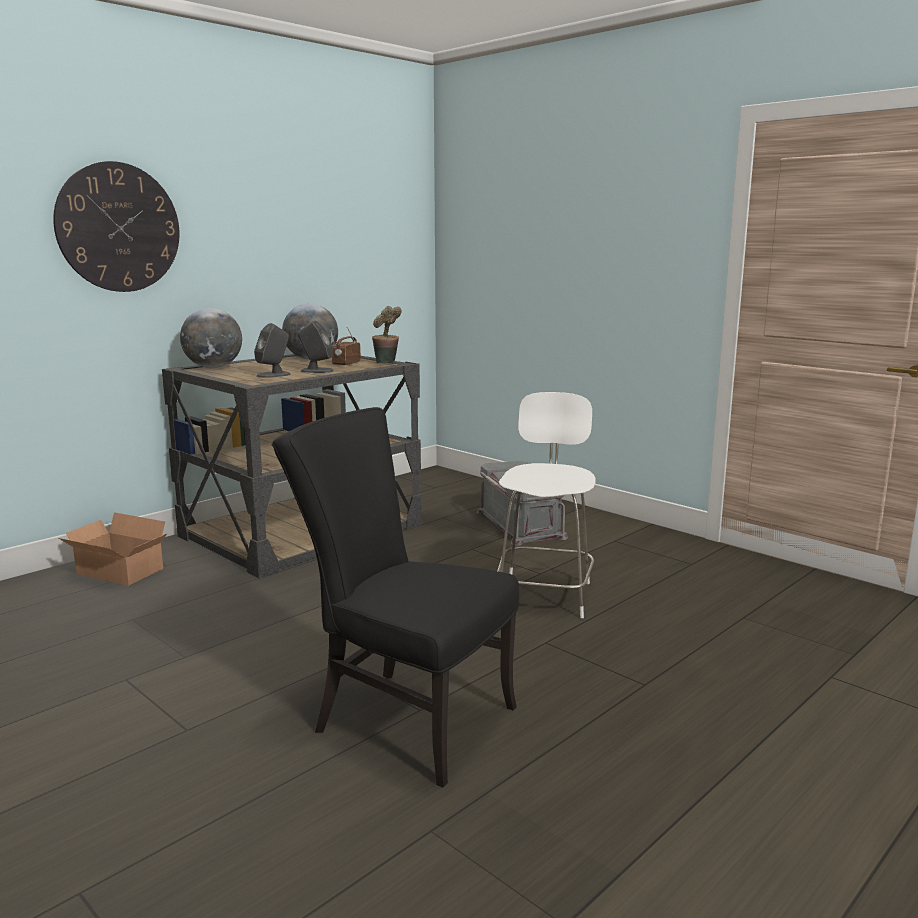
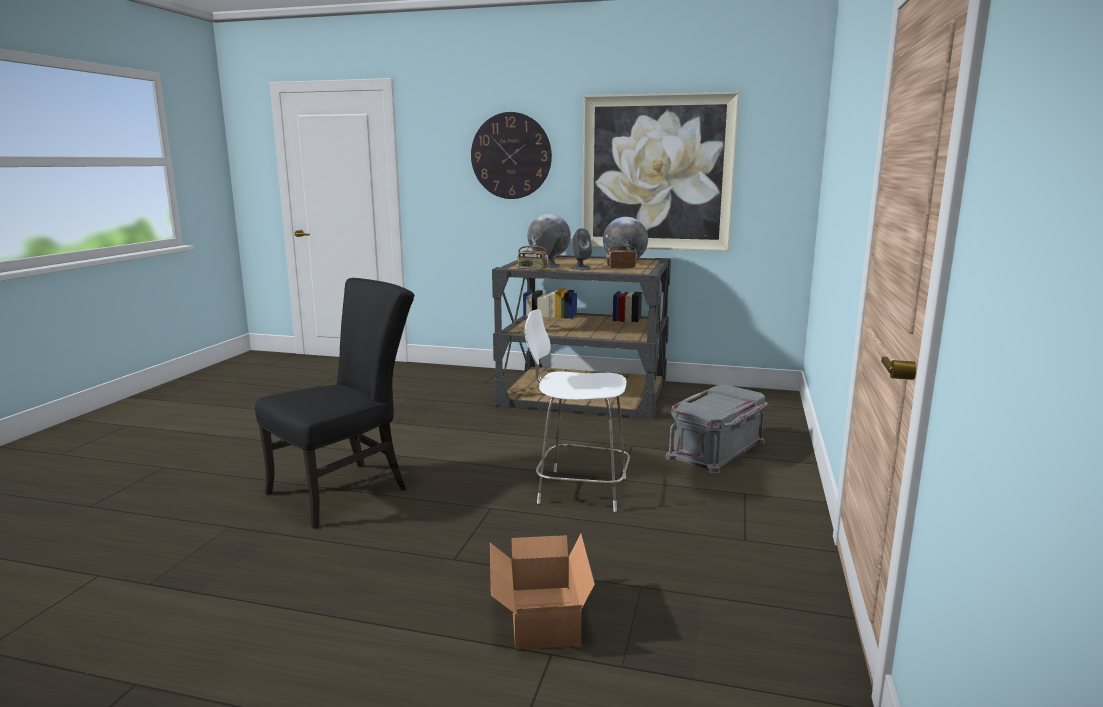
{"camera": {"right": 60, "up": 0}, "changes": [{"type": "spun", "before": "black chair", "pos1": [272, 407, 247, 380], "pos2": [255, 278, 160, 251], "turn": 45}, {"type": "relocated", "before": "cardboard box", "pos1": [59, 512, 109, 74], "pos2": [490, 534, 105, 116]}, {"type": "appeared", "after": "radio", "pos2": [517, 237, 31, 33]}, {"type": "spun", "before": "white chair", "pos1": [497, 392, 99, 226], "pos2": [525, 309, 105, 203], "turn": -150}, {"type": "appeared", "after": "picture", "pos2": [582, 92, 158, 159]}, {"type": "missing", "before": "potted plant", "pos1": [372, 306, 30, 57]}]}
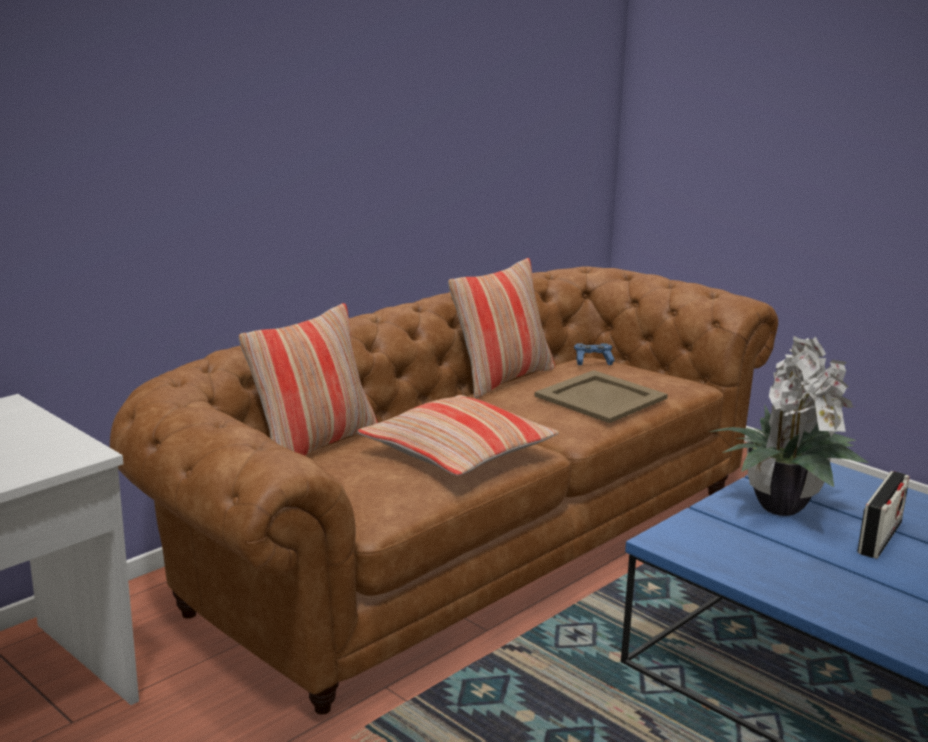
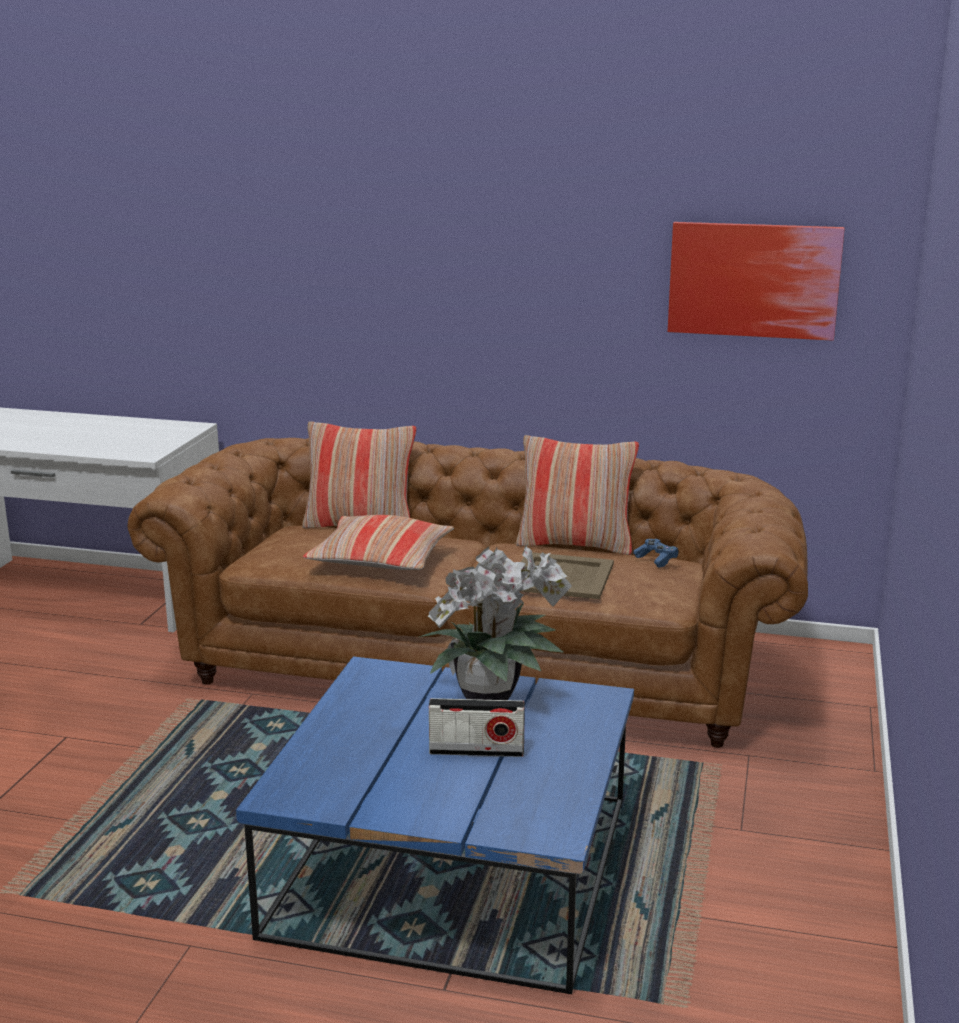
{"camera": {"right": 60, "up": 0}, "changes": [{"type": "appeared", "after": "picture", "pos2": [668, 222, 177, 119]}]}
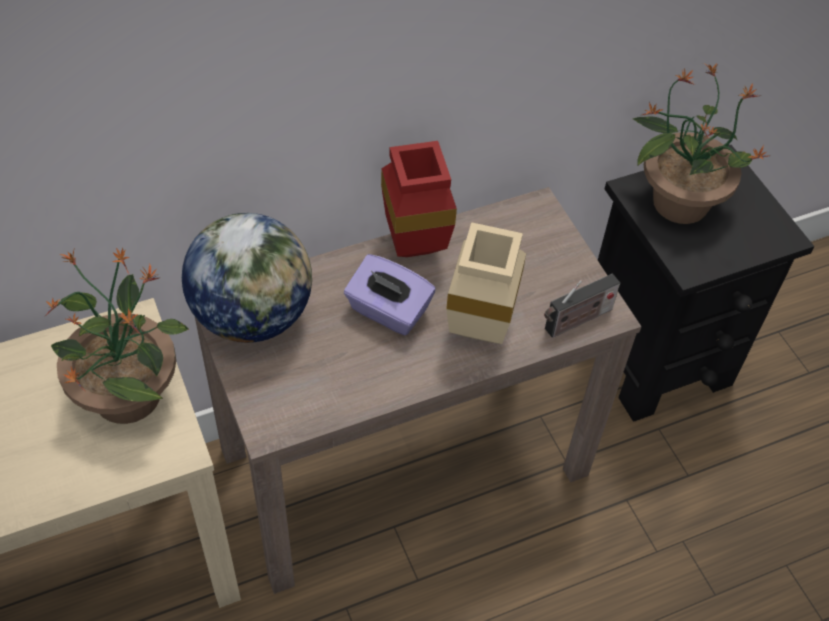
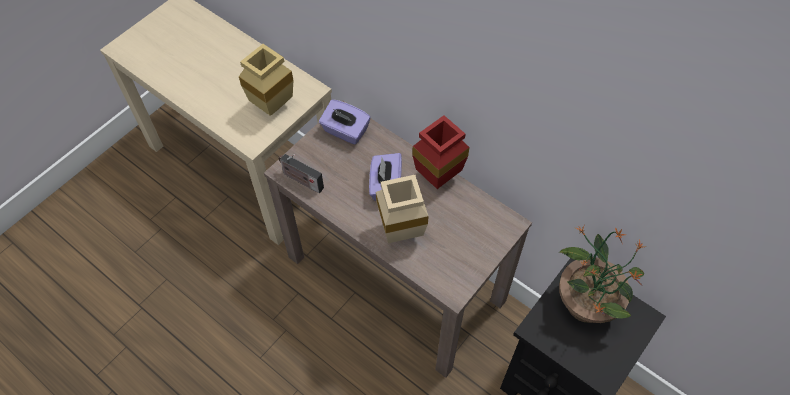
{"camera": {"right": 65, "up": 5}, "changes": [{"type": "exchanged", "before": "potted plant", "after": "beige vase", "pos1": [45, 248, 144, 176], "pos2": [239, 44, 54, 71]}, {"type": "relocated", "before": "radio", "pos1": [544, 274, 76, 64], "pos2": [278, 154, 46, 39]}, {"type": "exchanged", "before": "globe", "after": "purple tissue box", "pos1": [182, 213, 130, 130], "pos2": [319, 99, 52, 46]}]}
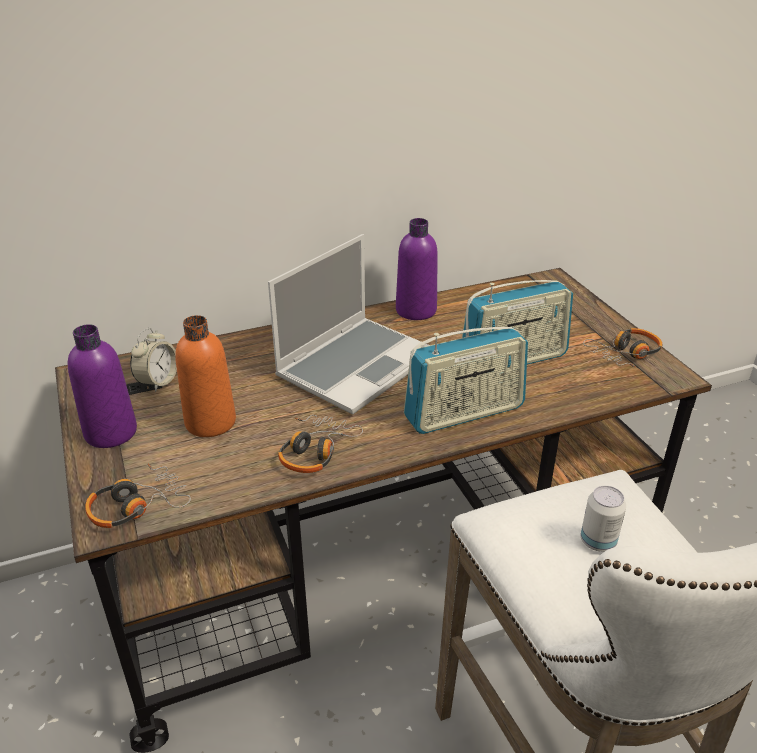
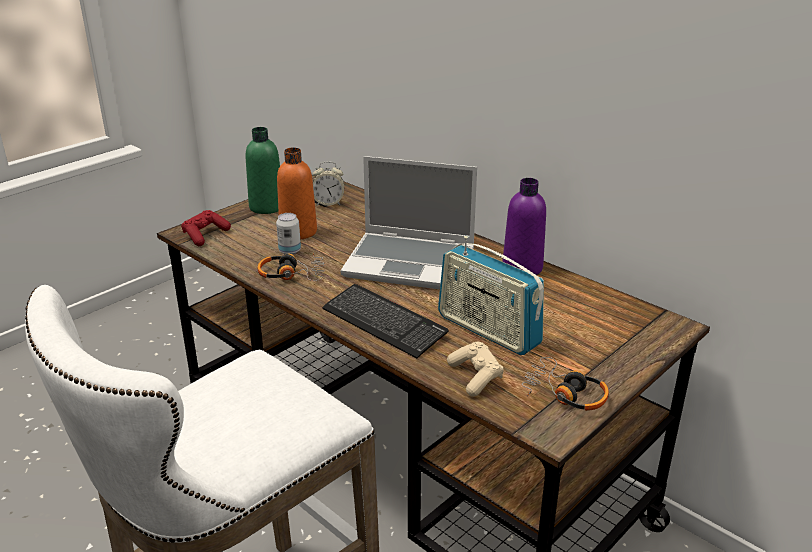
{"camera": {"right": 65, "up": -5}, "changes": [{"type": "exchanged", "before": "headphones", "after": "red game controller", "pos1": [85, 463, 106, 65], "pos2": [181, 210, 50, 36]}, {"type": "colour", "before": "purple bottle", "after": "green bottle", "pos1": [68, 324, 69, 124], "pos2": [246, 127, 34, 87]}, {"type": "relocated", "before": "can", "pos1": [581, 486, 45, 66], "pos2": [276, 213, 25, 42]}, {"type": "exchanged", "before": "radio", "after": "keyboard", "pos1": [404, 327, 124, 107], "pos2": [322, 284, 127, 74]}, {"type": "appeared", "after": "beige game controller", "pos2": [447, 342, 57, 55]}]}
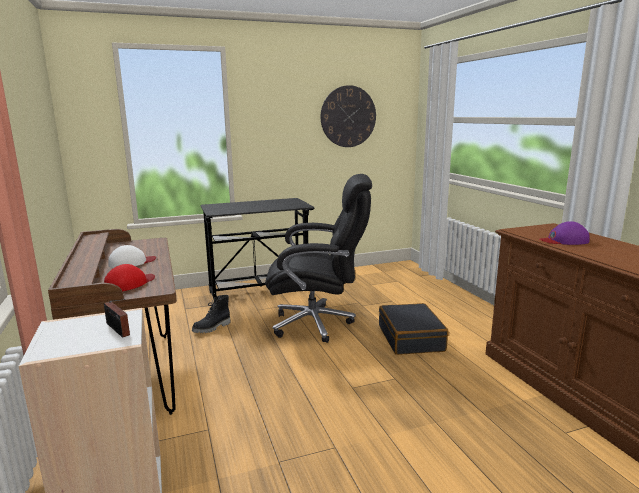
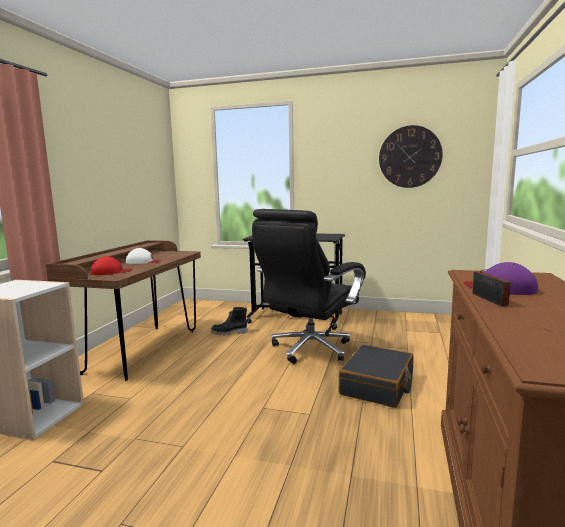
{"camera": {"right": 35, "up": -5}, "changes": [{"type": "spun", "before": "black office chair", "pos1": [265, 174, 107, 169], "pos2": [252, 209, 114, 155], "turn": 90}, {"type": "relocated", "before": "radio", "pos1": [104, 299, 26, 39], "pos2": [472, 264, 43, 42]}]}
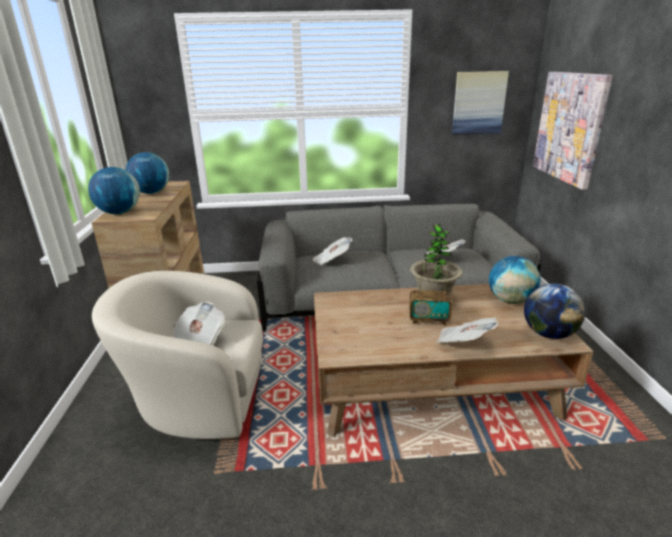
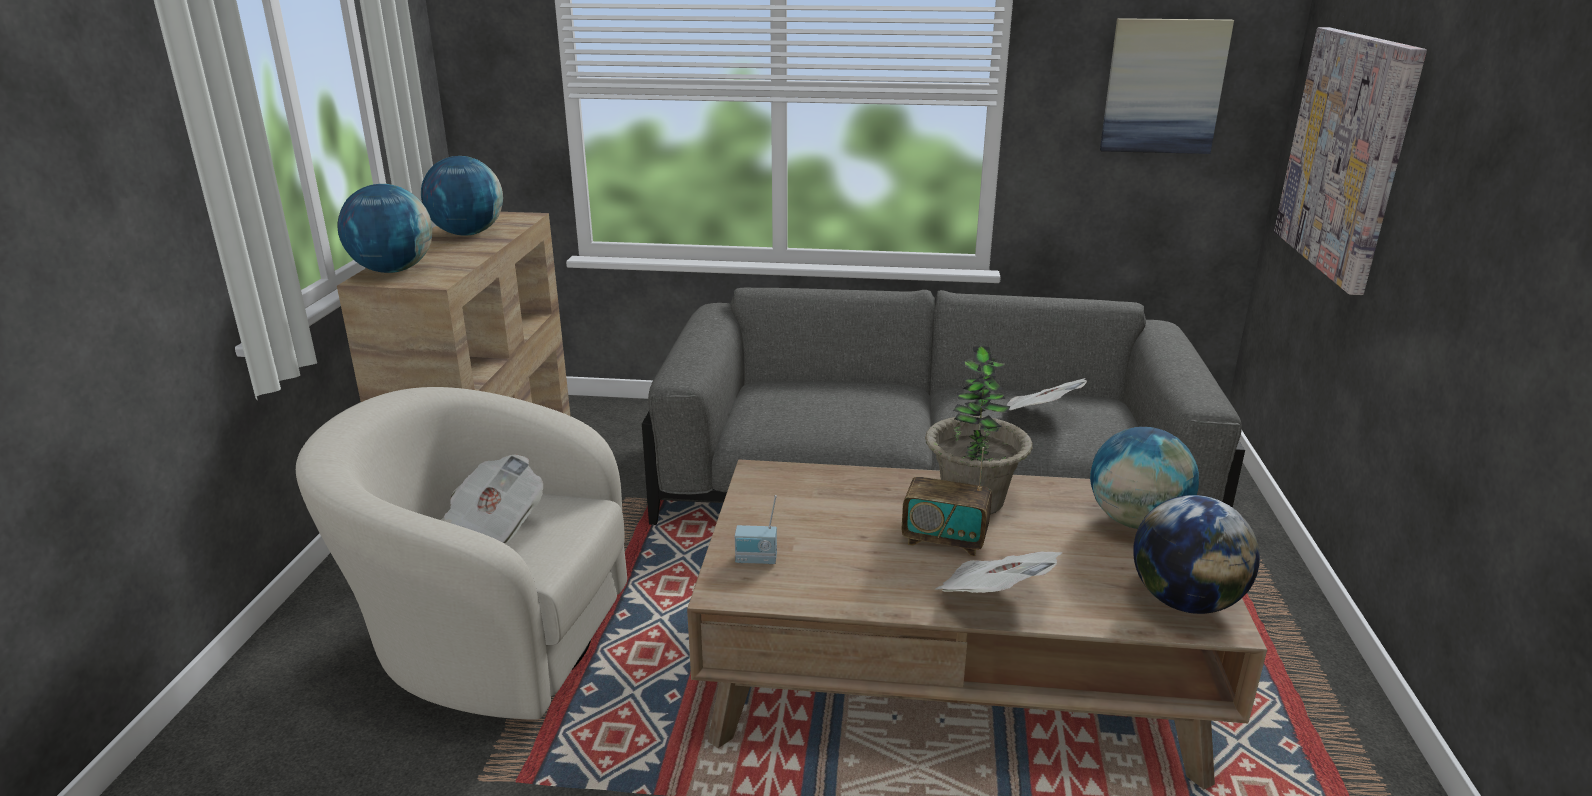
{"camera": {"right": 10, "up": 0}, "changes": [{"type": "appeared", "after": "radio", "pos2": [735, 495, 42, 69]}, {"type": "missing", "before": "newspaper", "pos1": [312, 237, 41, 28]}]}
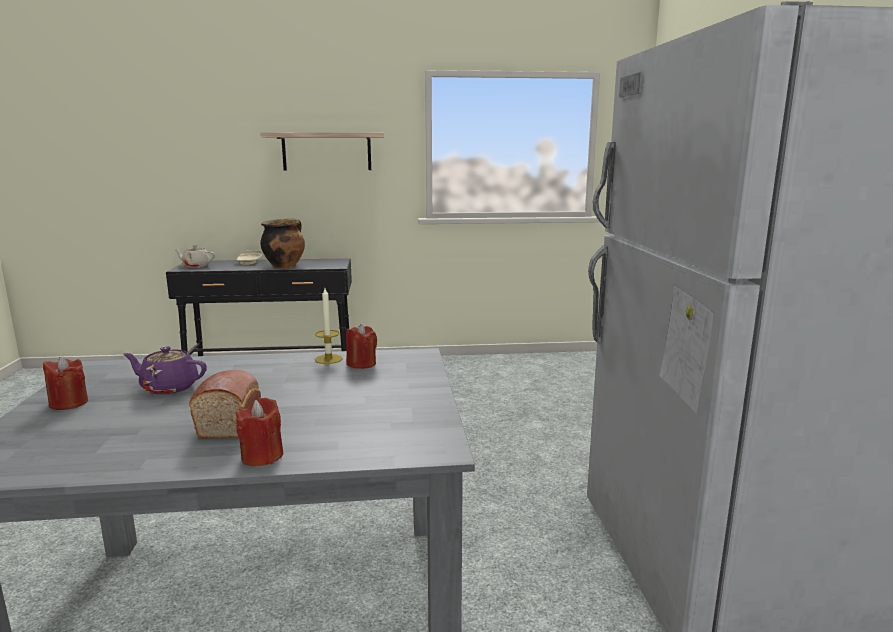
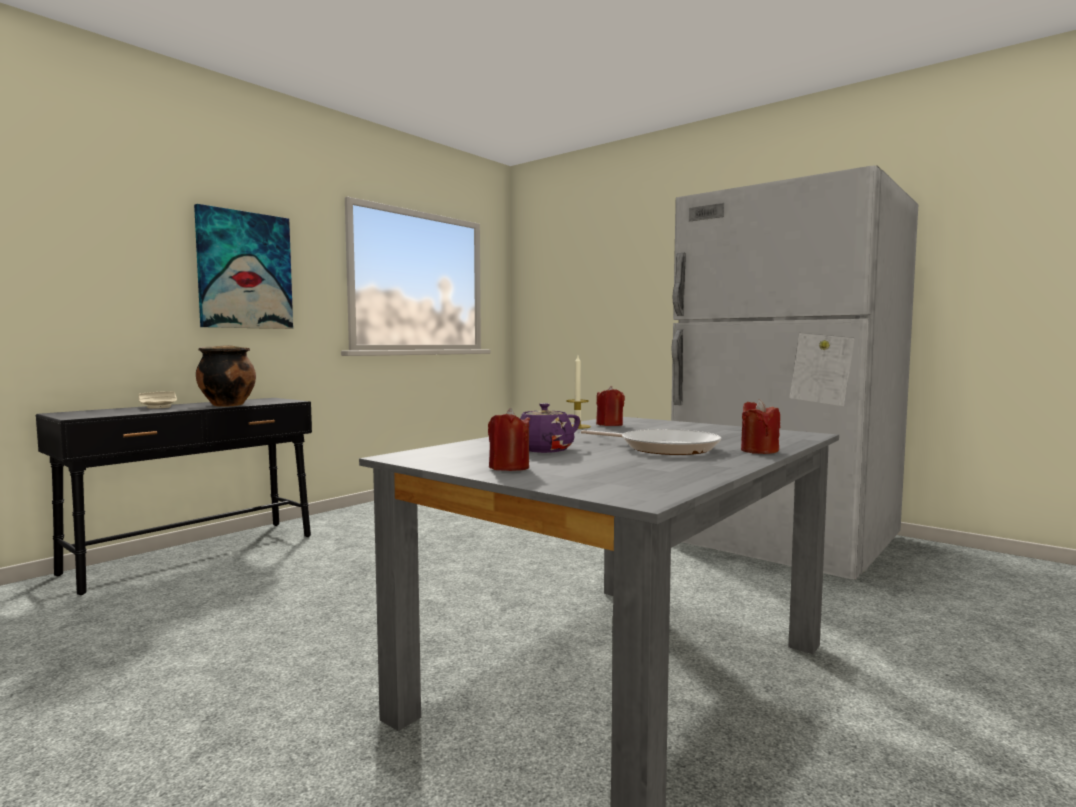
{"camera": {"right": -45, "up": -10}, "changes": [{"type": "exchanged", "before": "shelf", "after": "picture", "pos1": [260, 132, 124, 39], "pos2": [194, 204, 99, 125]}, {"type": "exchanged", "before": "bread", "after": "frying pan", "pos1": [189, 370, 72, 68], "pos2": [581, 429, 140, 26]}, {"type": "missing", "before": "beige teapot", "pos1": [174, 245, 41, 22]}]}
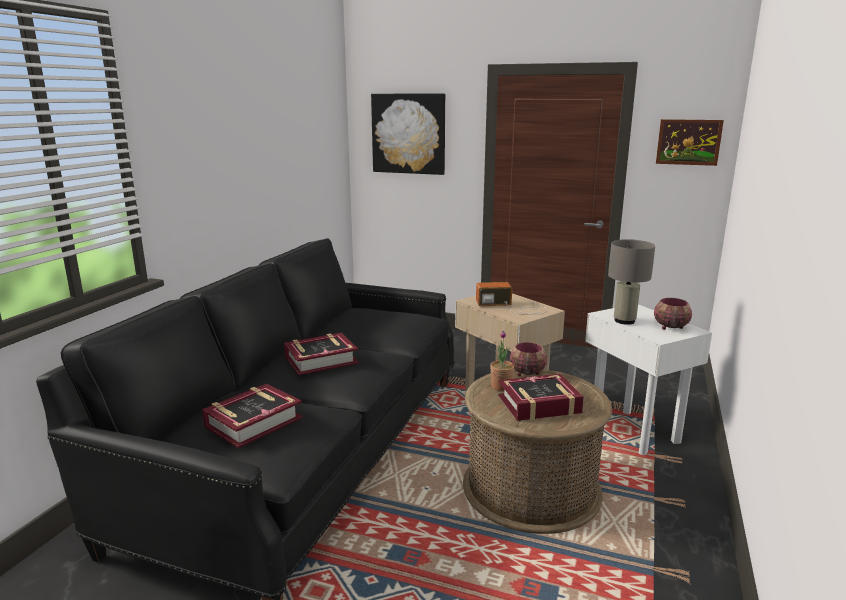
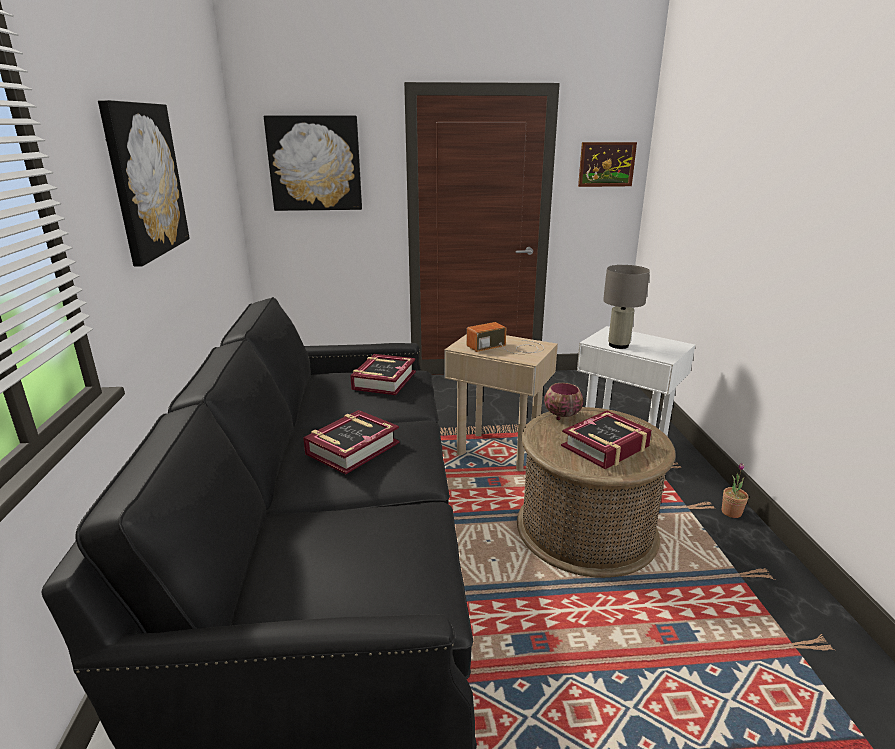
{"camera": {"right": -25, "up": 5}, "changes": [{"type": "appeared", "after": "picture", "pos2": [98, 100, 92, 167]}, {"type": "relocated", "before": "book", "pos1": [202, 383, 101, 65], "pos2": [350, 354, 66, 41]}, {"type": "relocated", "before": "potted plant", "pos1": [490, 331, 24, 60], "pos2": [722, 463, 26, 55]}, {"type": "missing", "before": "bowl", "pos1": [654, 298, 38, 32]}]}
